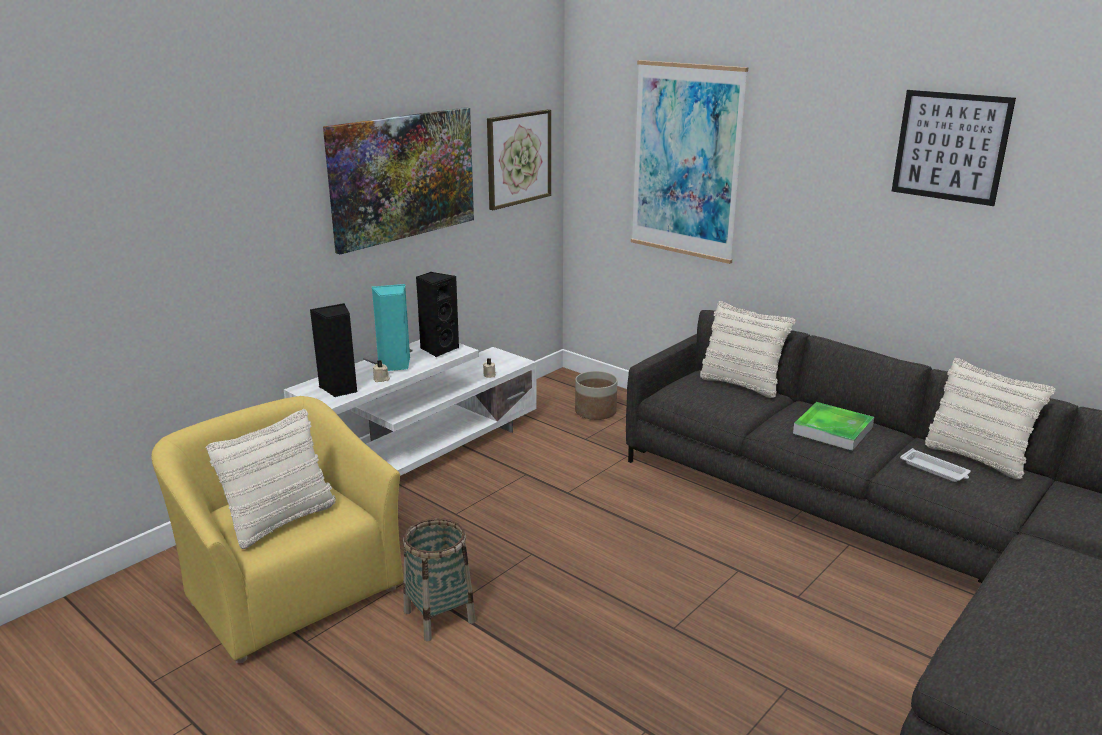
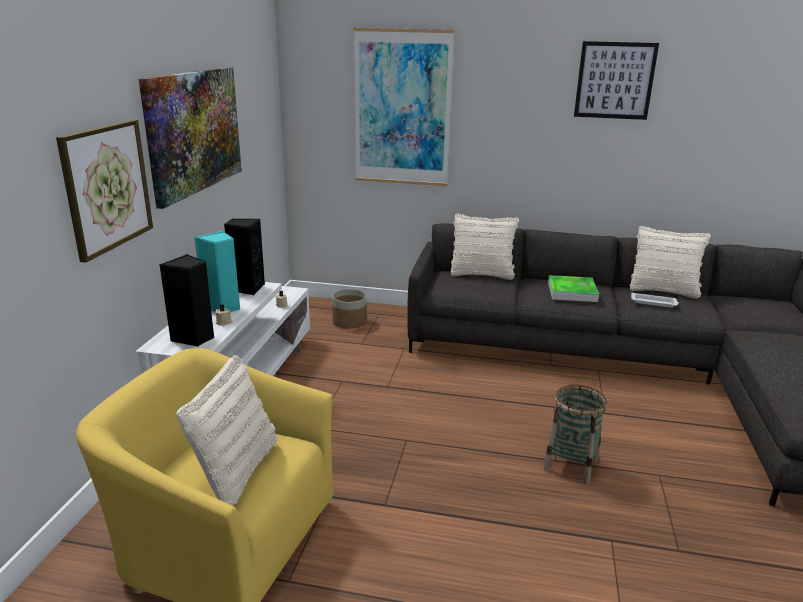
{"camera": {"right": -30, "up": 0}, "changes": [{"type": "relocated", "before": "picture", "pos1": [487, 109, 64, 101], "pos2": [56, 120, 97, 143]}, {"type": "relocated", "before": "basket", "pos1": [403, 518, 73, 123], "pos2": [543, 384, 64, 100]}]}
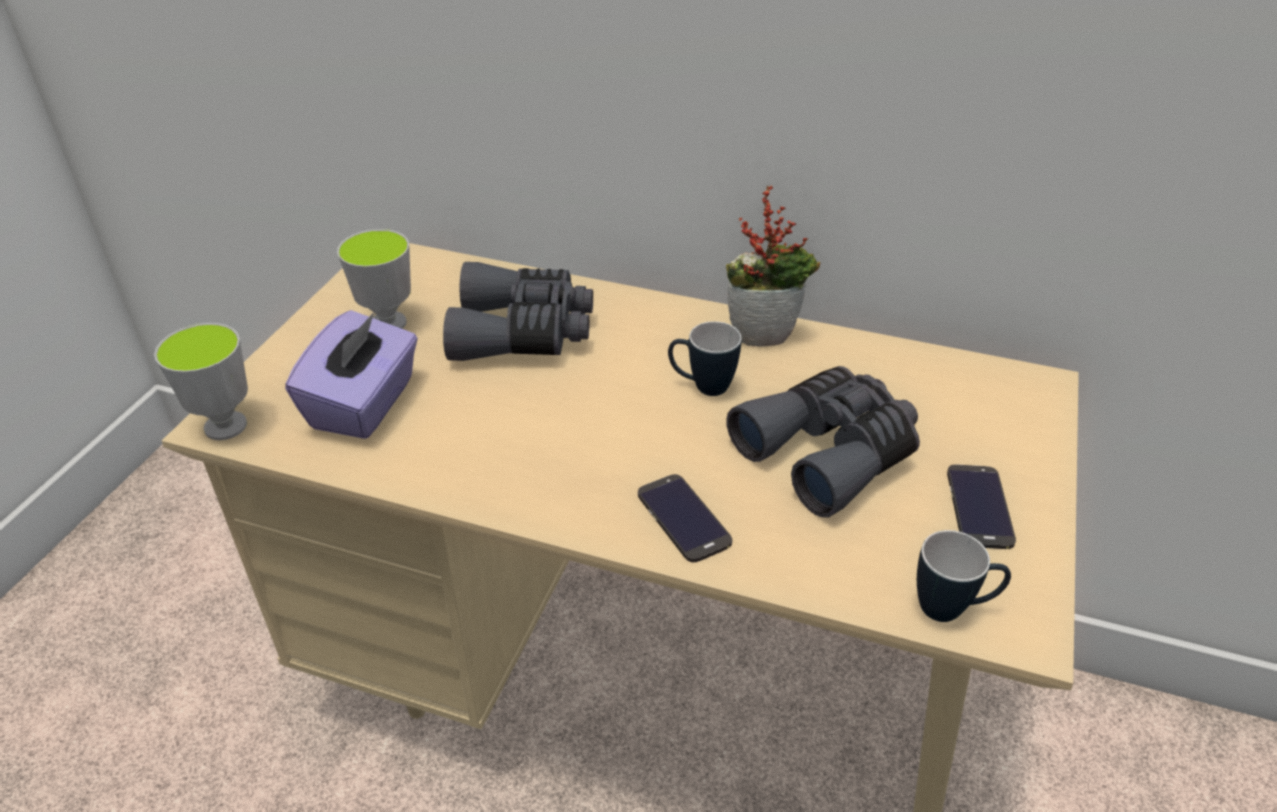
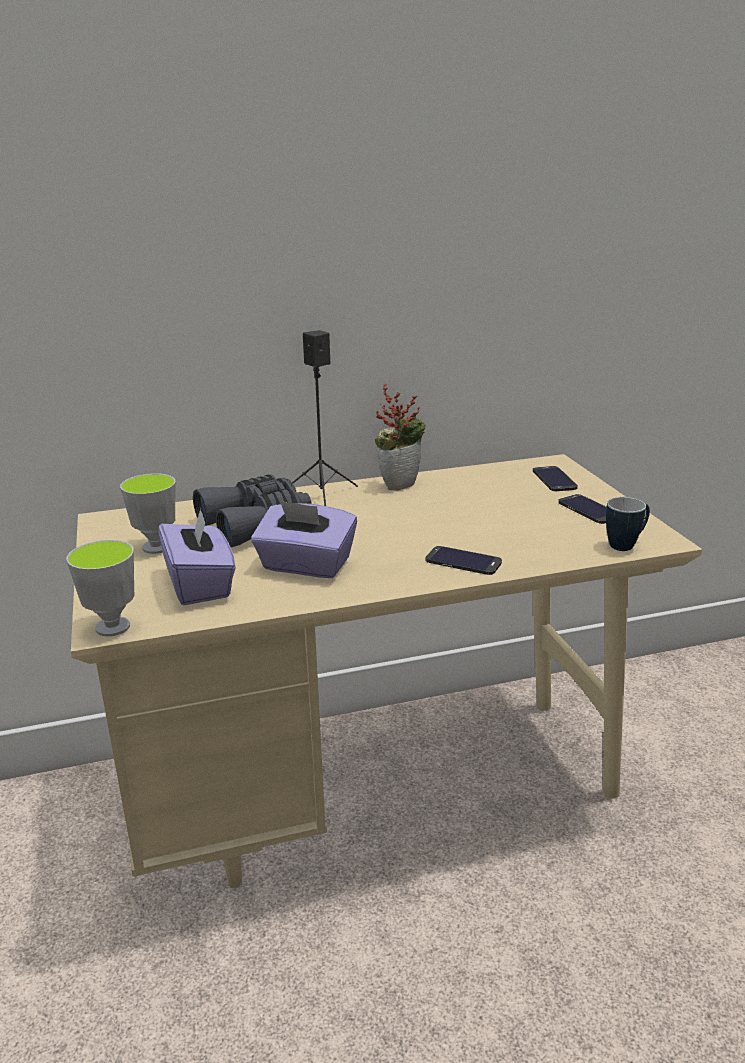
{"camera": {"right": -35, "up": -15}, "changes": [{"type": "appeared", "after": "purple tissue box", "pos2": [251, 500, 106, 78]}, {"type": "appeared", "after": "black speaker", "pos2": [292, 330, 66, 176]}, {"type": "appeared", "after": "phone", "pos2": [533, 466, 45, 25]}, {"type": "missing", "before": "mug", "pos1": [668, 321, 73, 75]}, {"type": "missing", "before": "grey binoculars", "pos1": [726, 366, 194, 151]}]}
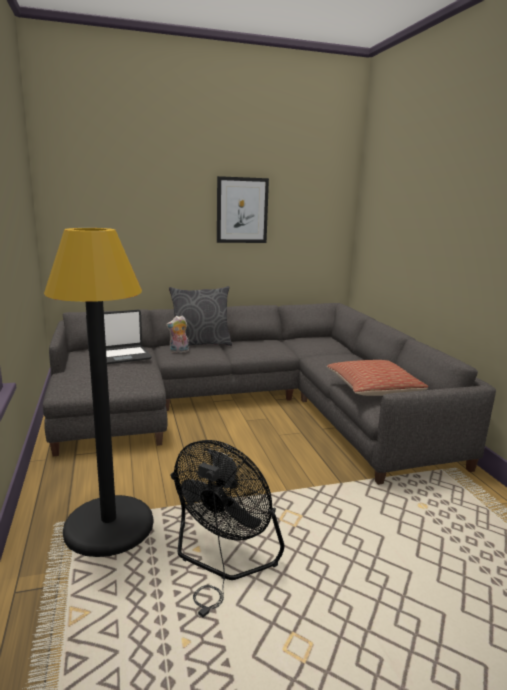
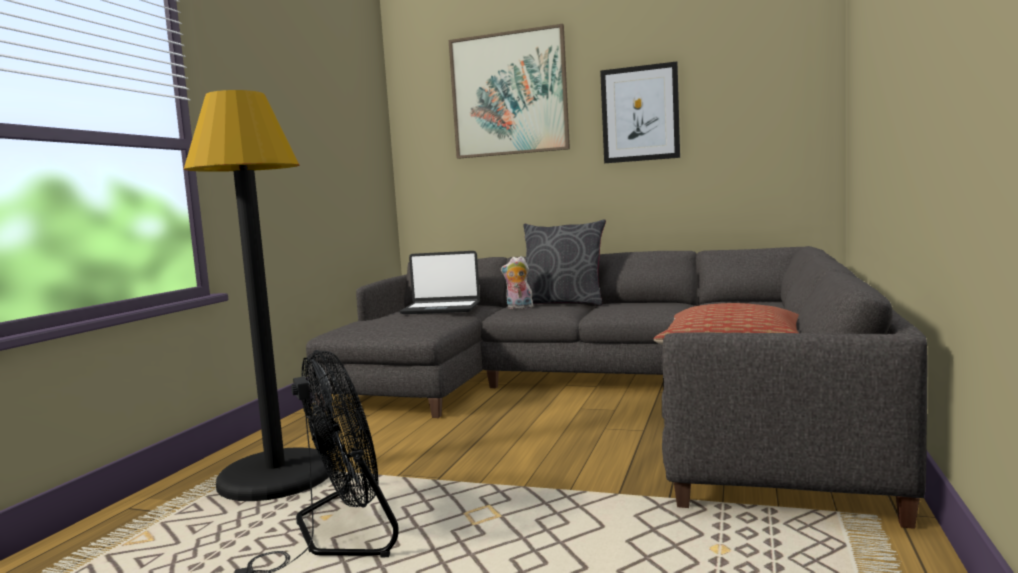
{"camera": {"right": 35, "up": -10}, "changes": [{"type": "appeared", "after": "picture", "pos2": [449, 24, 121, 135]}]}
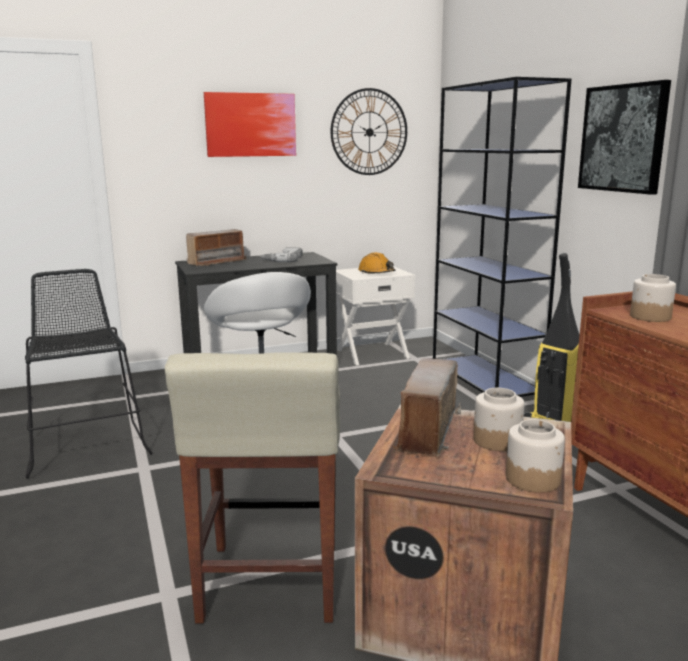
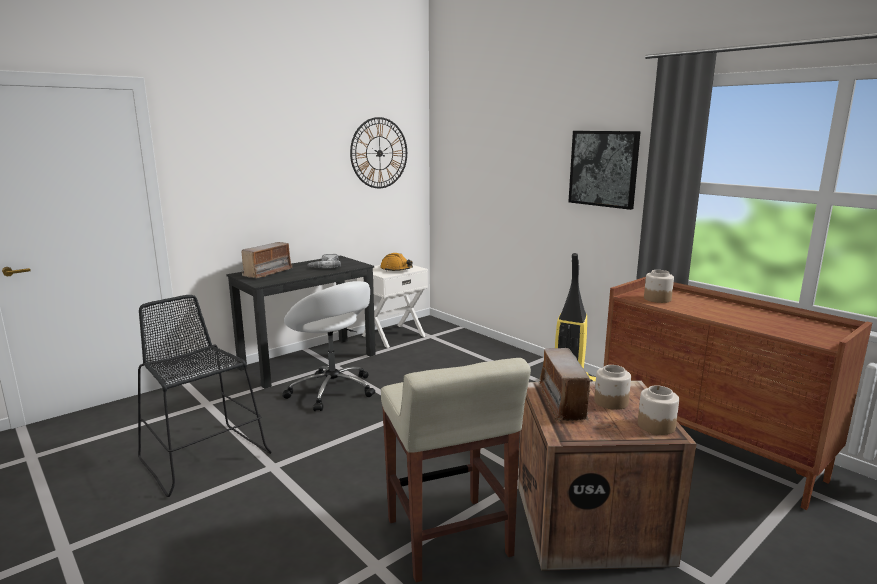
{"camera": {"right": -20, "up": 0}, "changes": [{"type": "missing", "before": "picture", "pos1": [204, 92, 92, 65]}, {"type": "missing", "before": "blue bookcase", "pos1": [433, 77, 139, 320]}]}
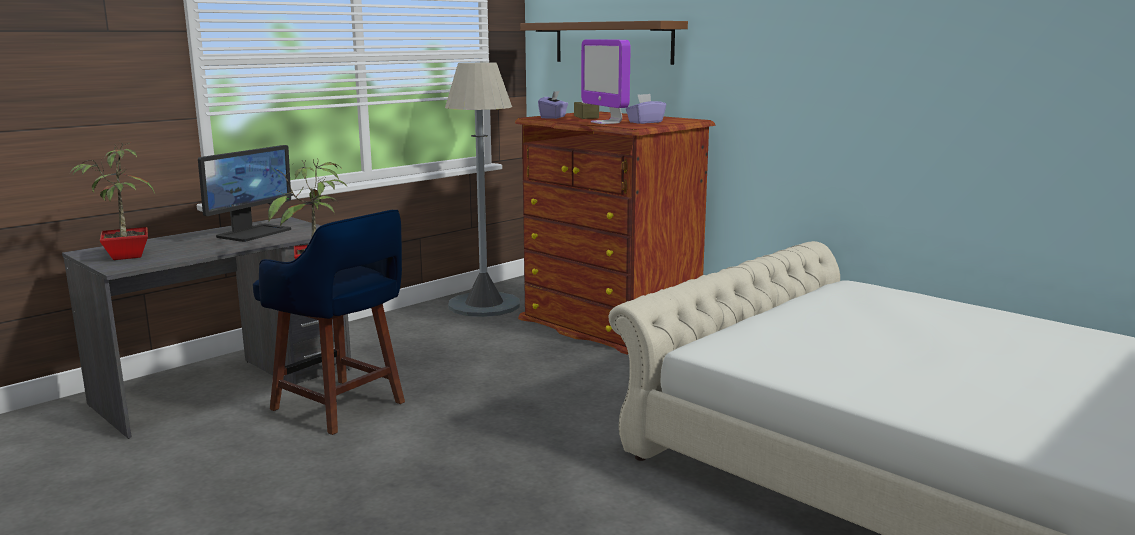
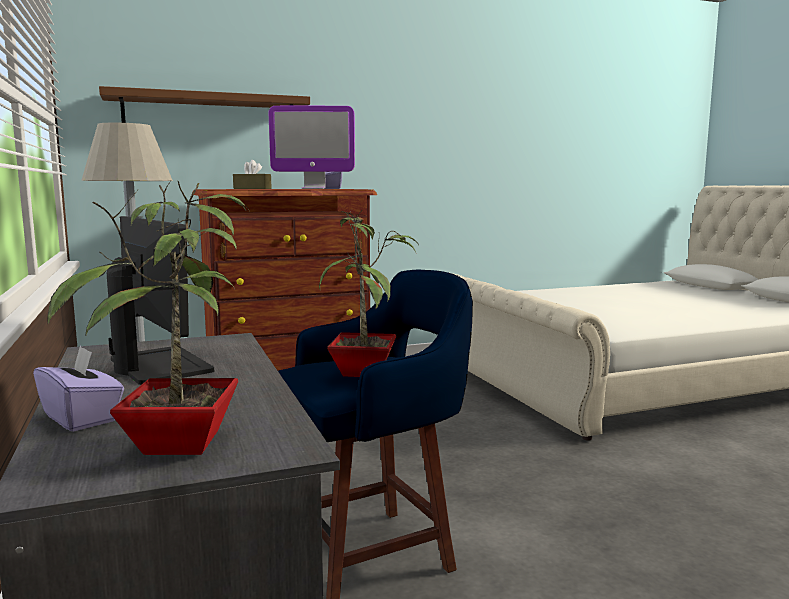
{"camera": {"right": -65, "up": -5}, "changes": [{"type": "relocated", "before": "purple tissue box", "pos1": [538, 91, 30, 28], "pos2": [33, 345, 91, 87]}]}
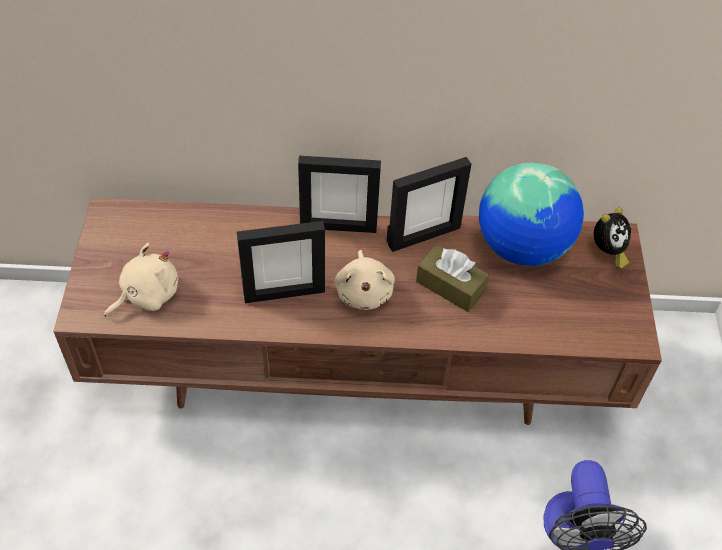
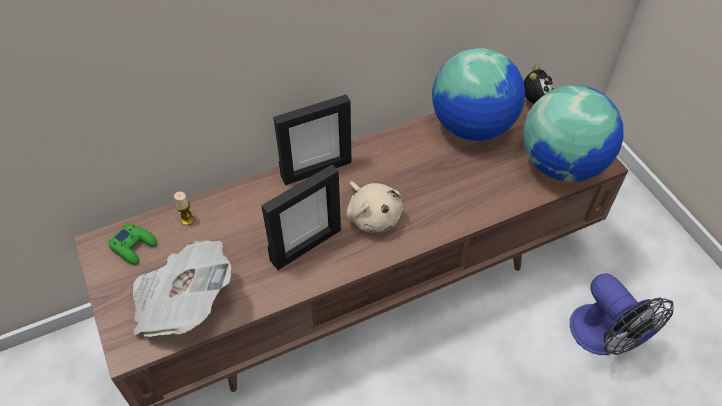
{"camera": {"right": -25, "up": 0}, "changes": [{"type": "appeared", "after": "green game controller", "pos2": [108, 224, 49, 41]}, {"type": "exchanged", "before": "beige plush toy", "after": "newspaper", "pos1": [104, 243, 74, 74], "pos2": [133, 241, 98, 96]}, {"type": "appeared", "after": "candle", "pos2": [174, 192, 21, 33]}, {"type": "appeared", "after": "globe", "pos2": [523, 85, 100, 97]}, {"type": "missing", "before": "picture frame", "pos1": [386, 157, 85, 95]}, {"type": "missing", "before": "brown tissue box", "pos1": [416, 245, 73, 67]}]}
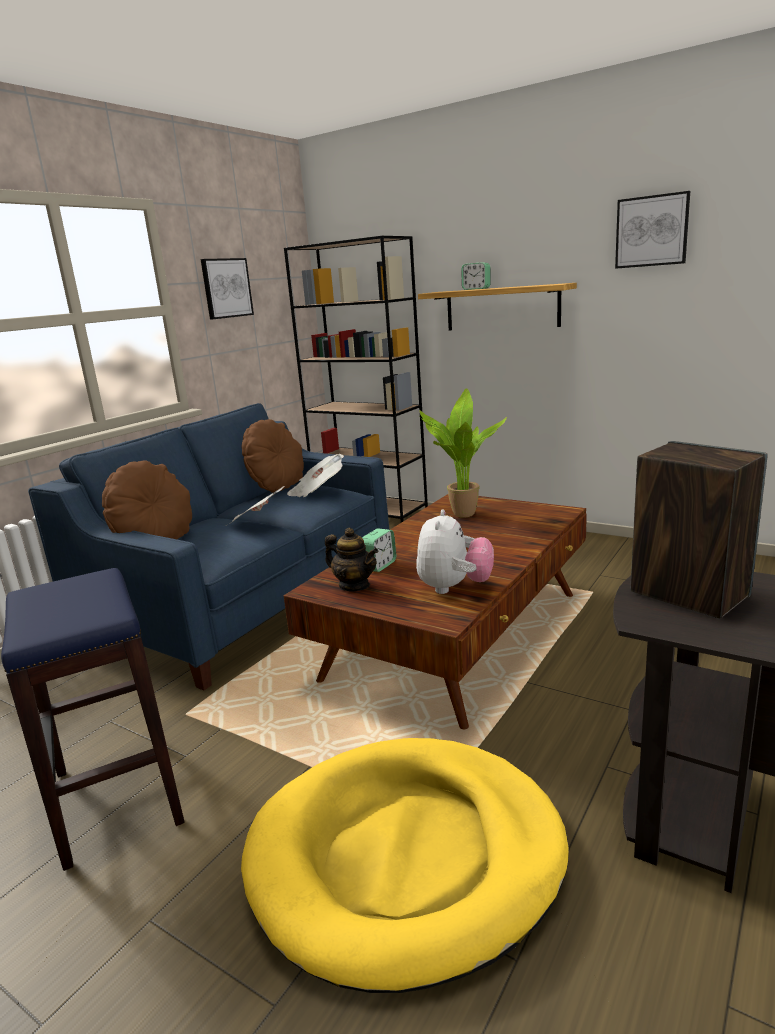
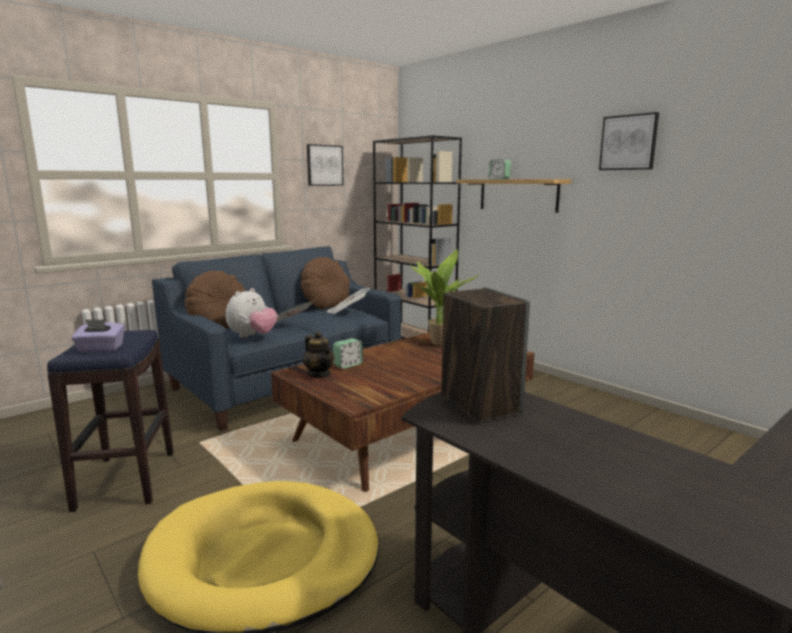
{"camera": {"right": 15, "up": -5}, "changes": [{"type": "appeared", "after": "purple tissue box", "pos2": [71, 319, 54, 34]}, {"type": "relocated", "before": "plush toy", "pos1": [416, 509, 78, 85], "pos2": [226, 288, 52, 50]}]}
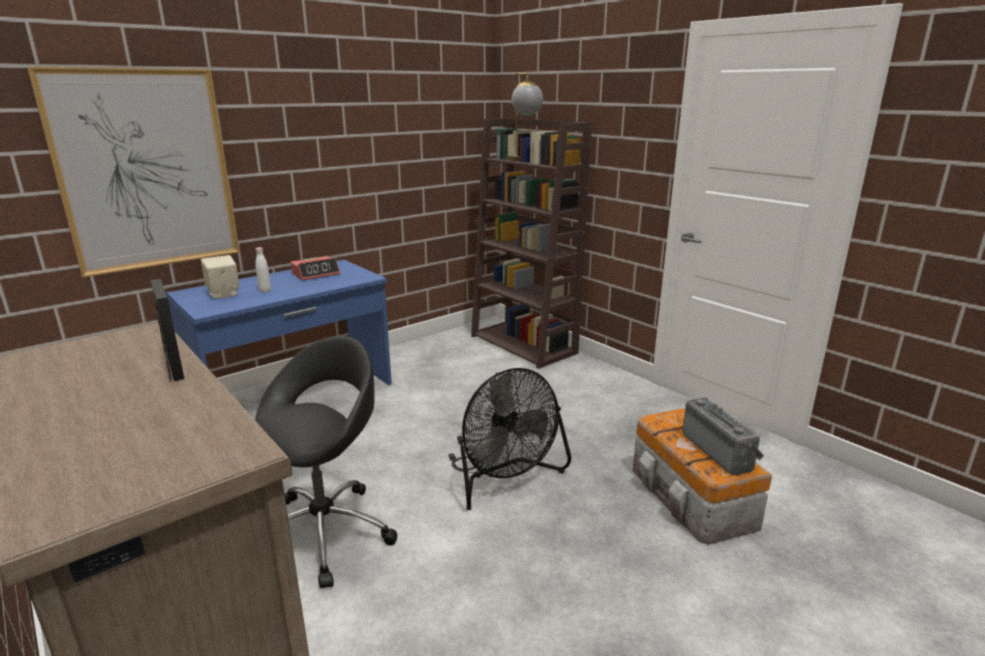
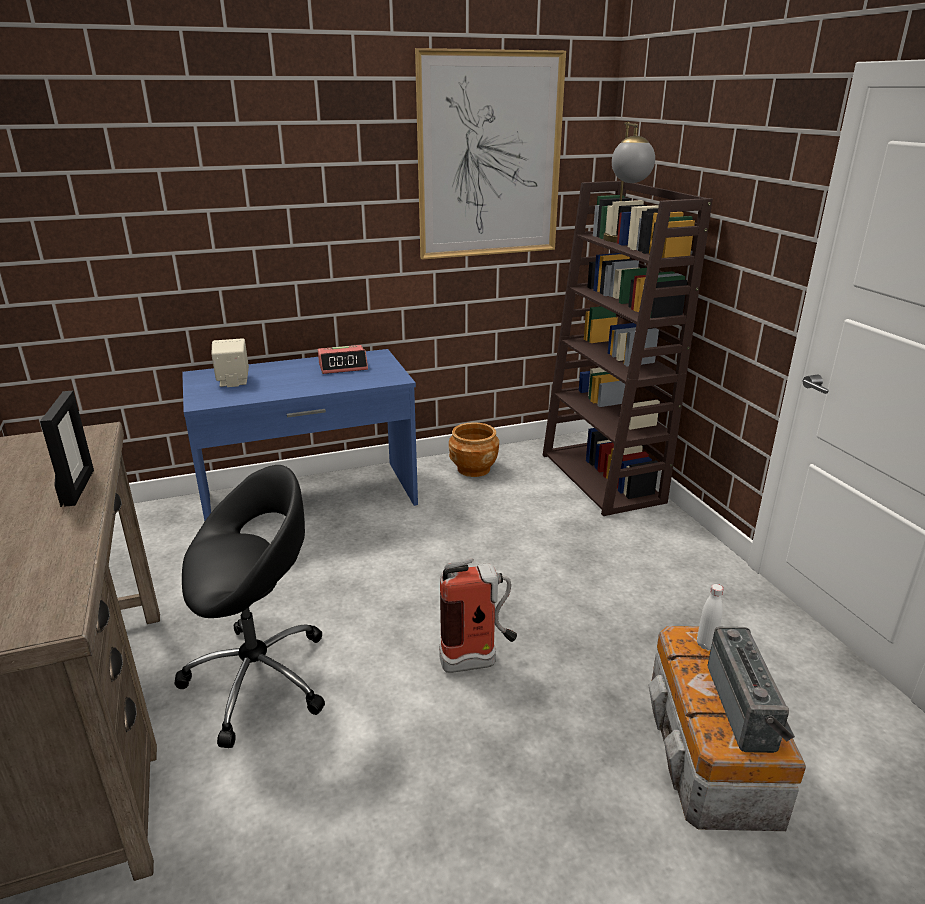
{"camera": {"right": 20, "up": 5}, "changes": [{"type": "relocated", "before": "picture", "pos1": [27, 67, 213, 210], "pos2": [415, 48, 151, 212]}, {"type": "exchanged", "before": "black fan", "after": "fire extinguisher", "pos1": [449, 368, 122, 142], "pos2": [439, 558, 78, 115]}, {"type": "appeared", "after": "brown planter", "pos2": [449, 422, 50, 55]}, {"type": "relocated", "before": "white bottle", "pos1": [255, 247, 16, 45], "pos2": [697, 584, 26, 66]}]}
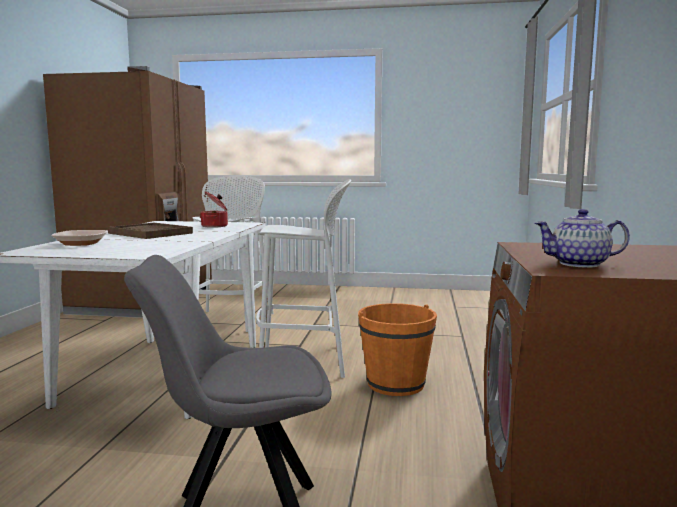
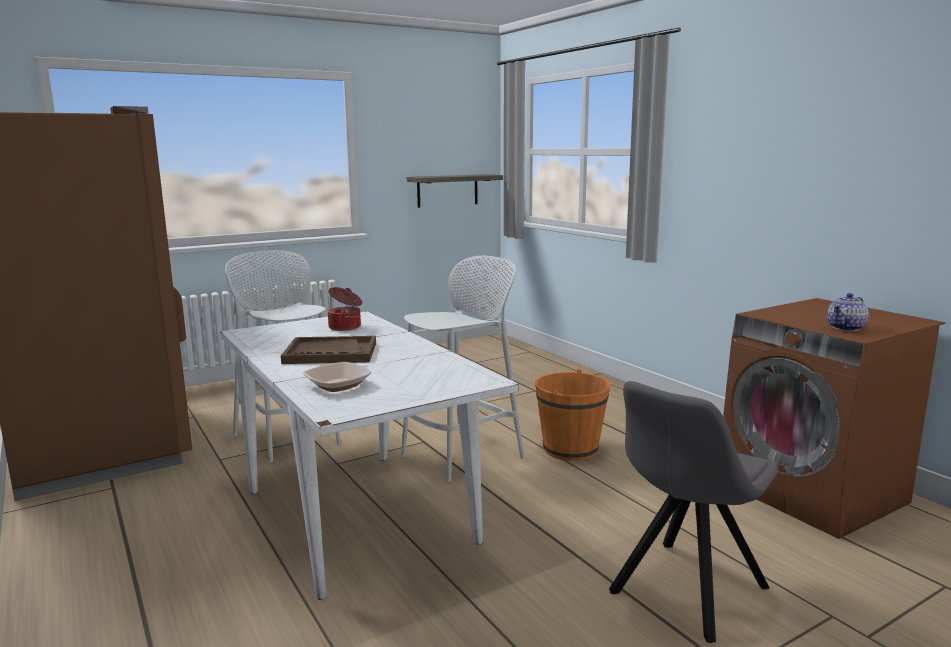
{"camera": {"right": -40, "up": 5}, "changes": [{"type": "appeared", "after": "shelf", "pos2": [407, 174, 96, 34]}]}
